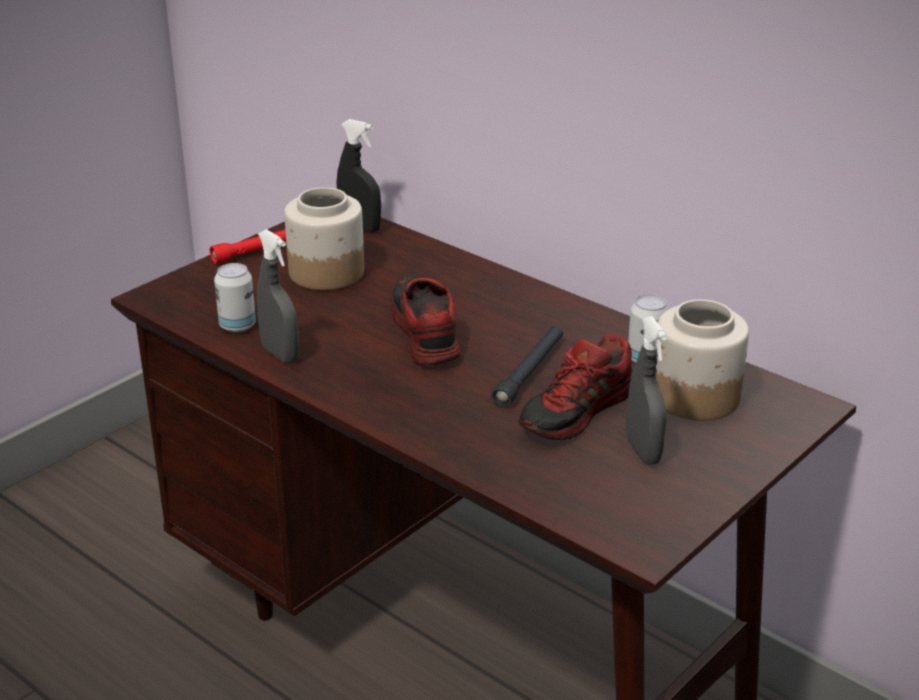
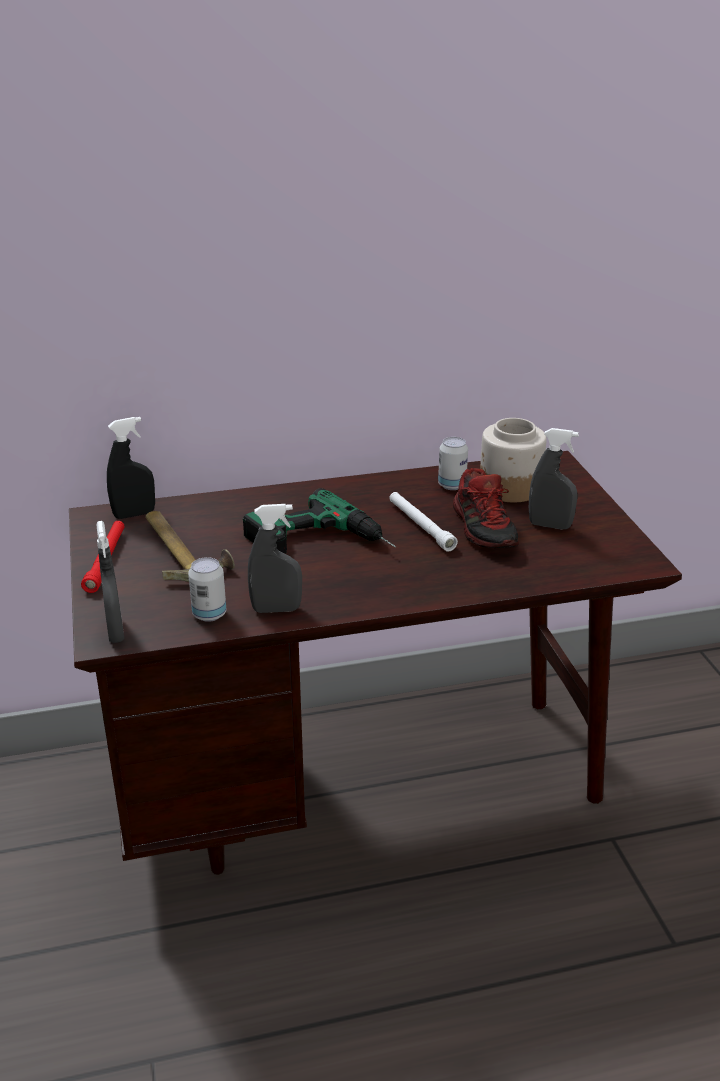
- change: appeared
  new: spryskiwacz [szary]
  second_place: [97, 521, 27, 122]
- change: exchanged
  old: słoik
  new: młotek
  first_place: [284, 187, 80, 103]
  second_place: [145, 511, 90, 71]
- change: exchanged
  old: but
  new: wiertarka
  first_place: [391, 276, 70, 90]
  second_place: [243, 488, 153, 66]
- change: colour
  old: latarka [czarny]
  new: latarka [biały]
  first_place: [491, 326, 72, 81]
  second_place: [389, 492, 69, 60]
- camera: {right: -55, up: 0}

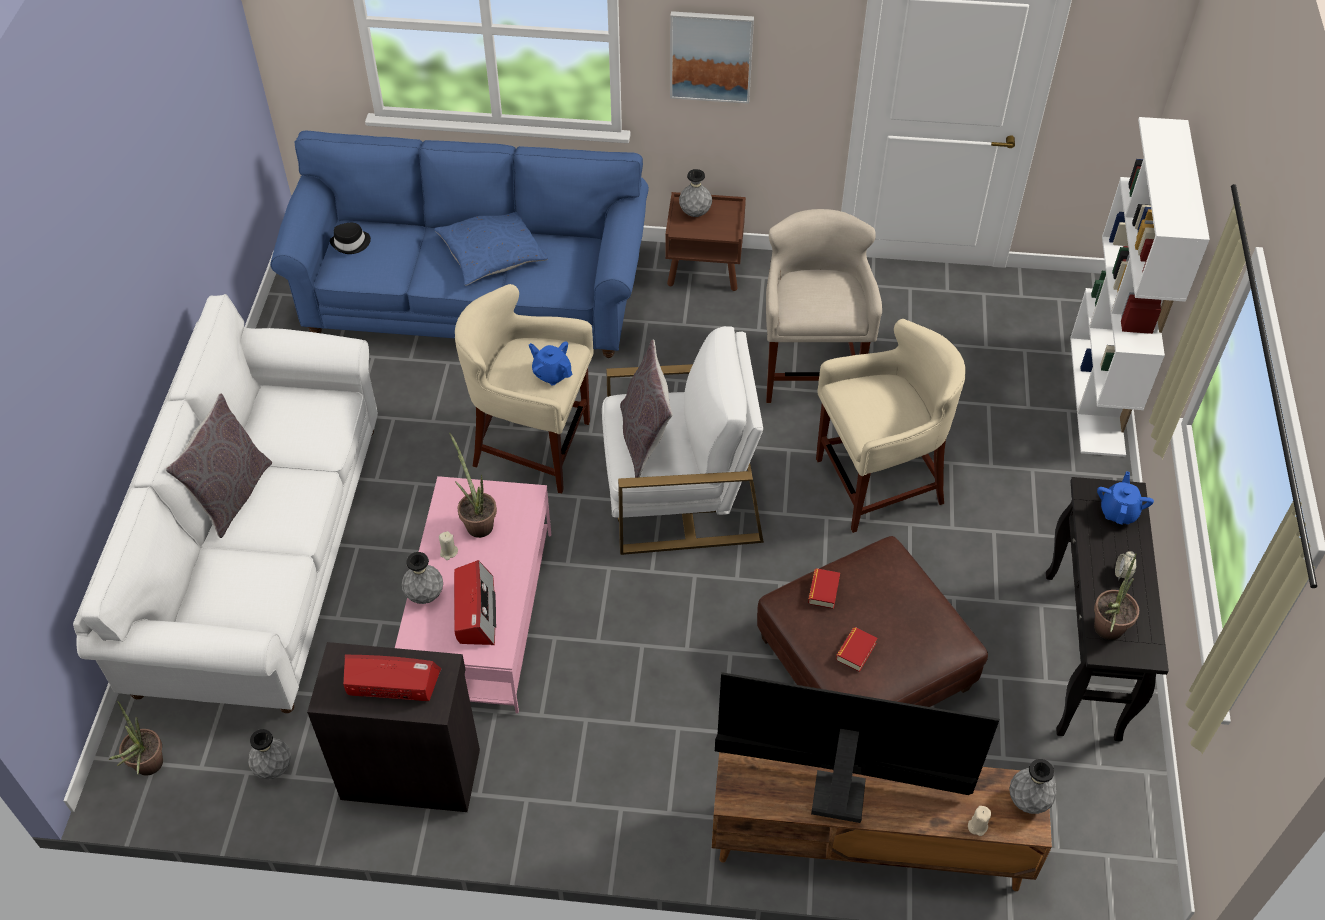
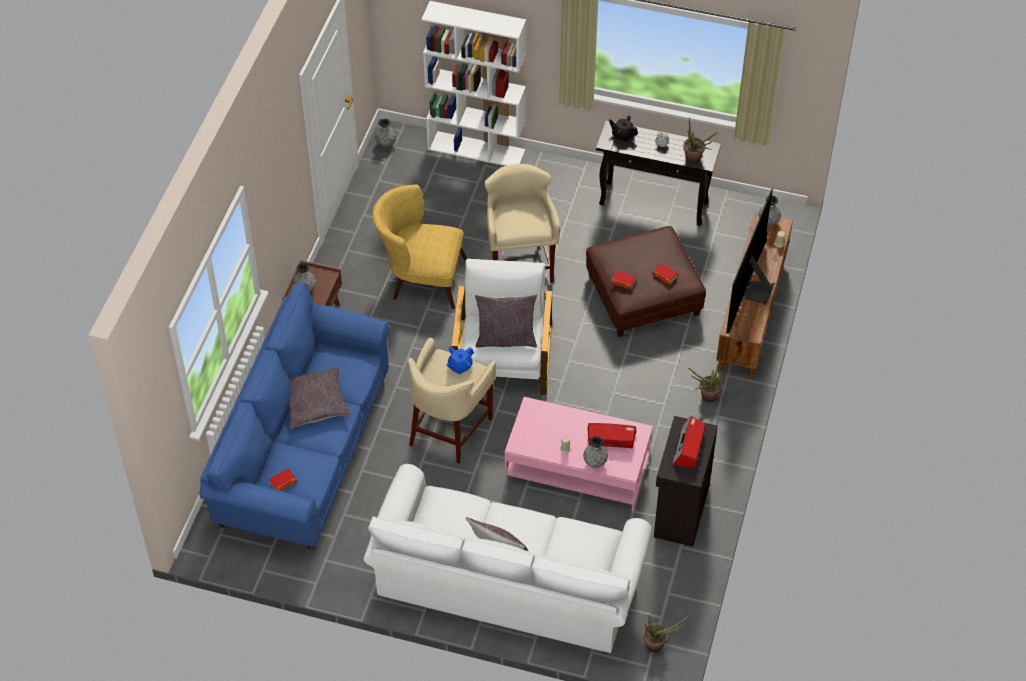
- change: exchanged
  old: kapelusz [czarny]
  new: książka
  first_place: [330, 223, 41, 31]
  second_place: [269, 468, 28, 23]
- change: colour
  old: poduszka [niebieski]
  new: poduszka [szary]
  first_place: [434, 211, 114, 75]
  second_place: [289, 367, 63, 62]
- change: exchanged
  old: stołek [beżowy]
  new: fotel [żółty]
  first_place: [766, 209, 116, 194]
  second_place: [372, 185, 95, 124]
- change: relocated
  old: wazon [szary]
  first_place: [248, 729, 43, 50]
  second_place: [375, 118, 21, 29]
- change: colour
  old: imbryk [niebieski]
  new: imbryk [czarny]
  first_place: [1097, 471, 57, 53]
  second_place: [609, 115, 29, 27]
- change: relocated
  old: roślina doniczkowa
  first_place: [449, 433, 48, 105]
  second_place: [688, 358, 34, 44]
- change: missing
  old: obraz
  first_place: [670, 11, 84, 93]
- camera: {right: -80, up: 0}

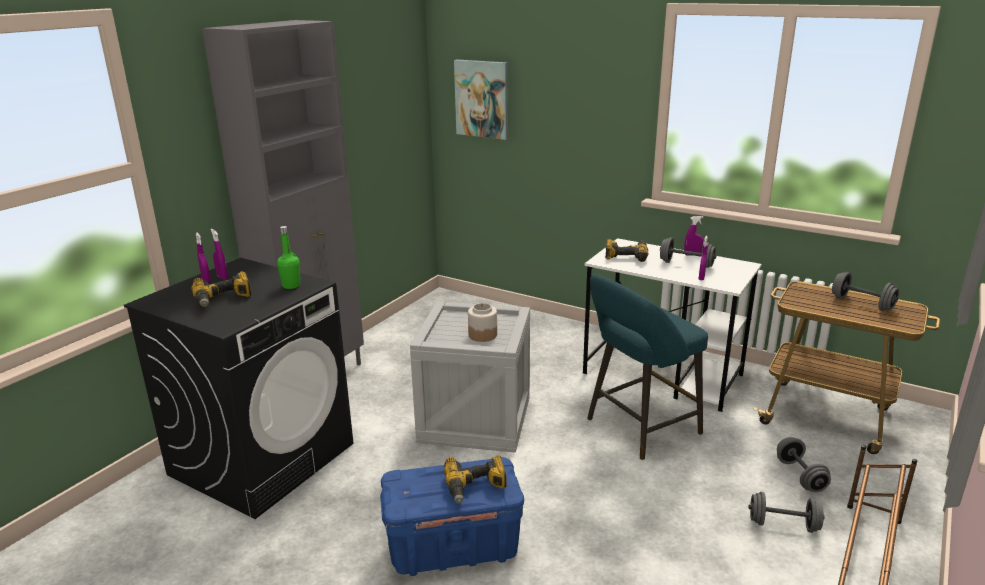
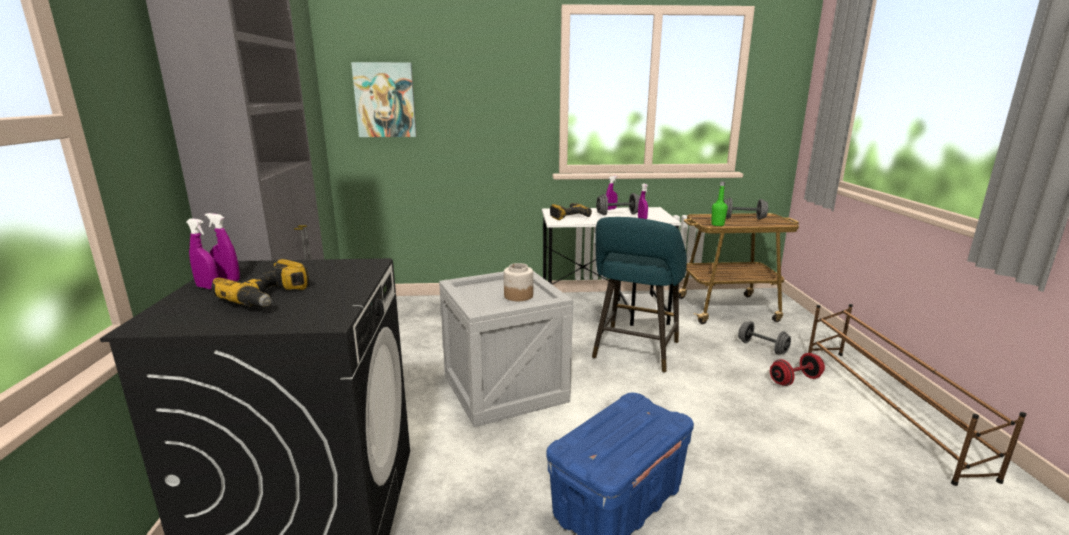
- change: relocated
  old: butelka [zielony]
  first_place: [277, 226, 23, 63]
  second_place: [711, 182, 17, 44]
- change: colour
  old: hantel [szary]
  new: hantel [czerwony]
  first_place: [749, 492, 75, 41]
  second_place: [770, 353, 55, 33]
- change: missing
  old: wiertarka
  first_place: [444, 455, 63, 48]
- camera: {right: -35, up: -5}

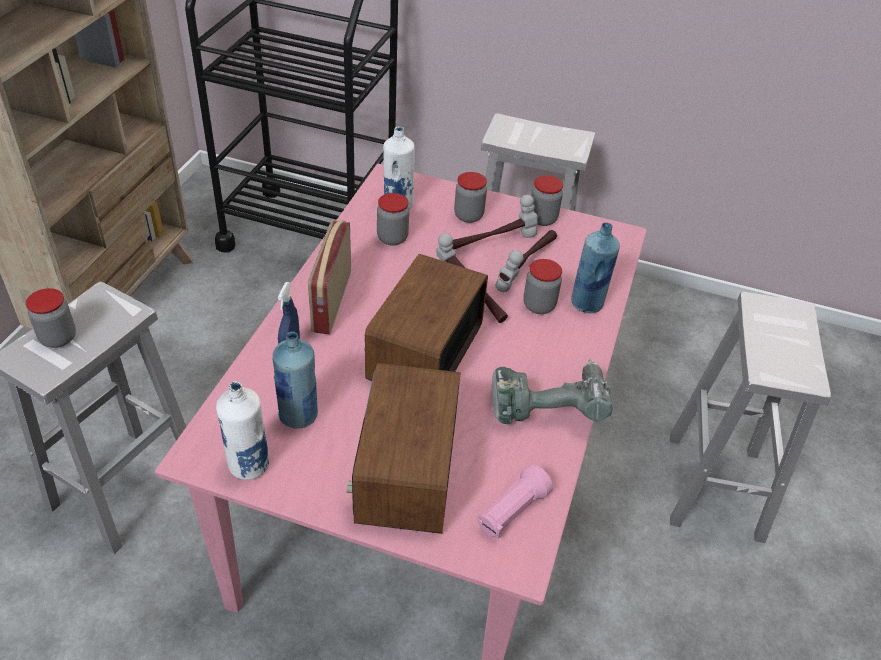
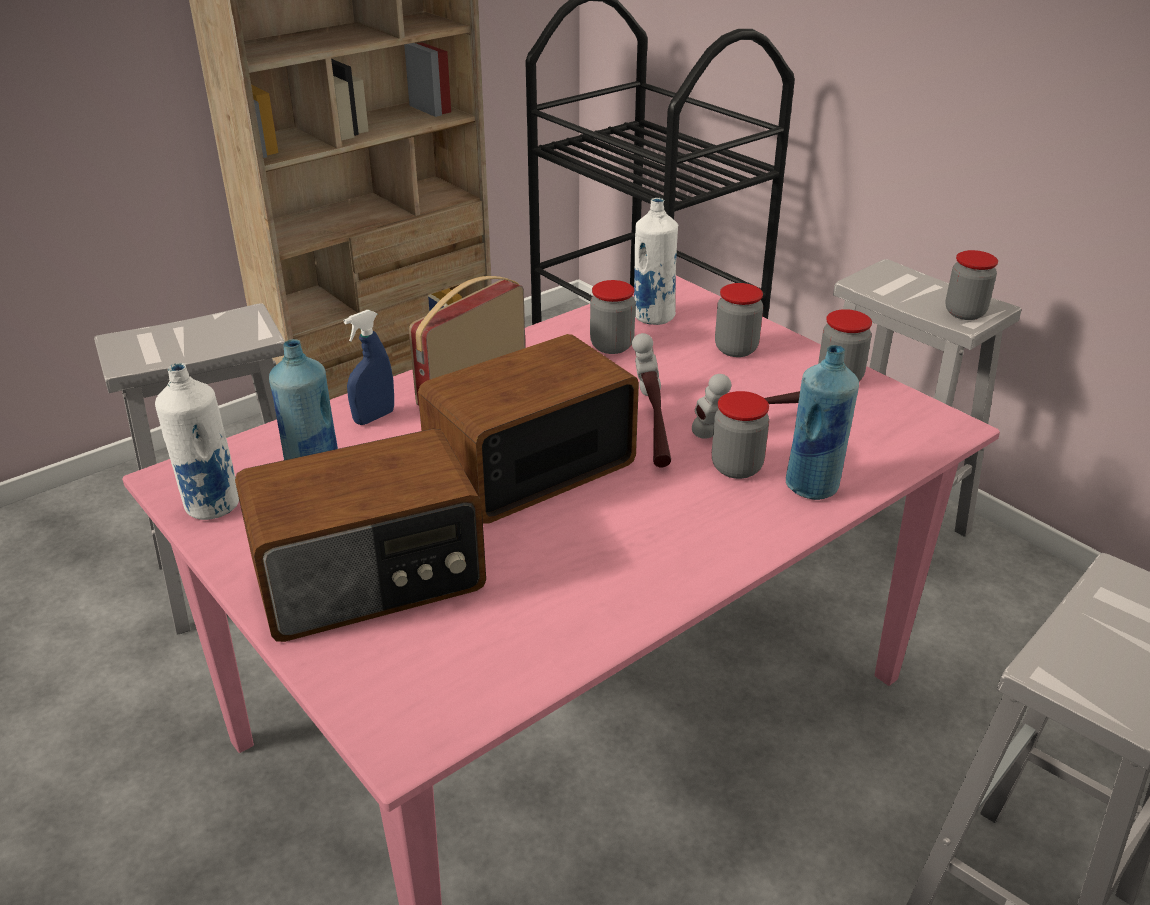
- change: spun
  old: radio
  first_place: [347, 363, 114, 171]
  second_place: [235, 429, 251, 213]
  degrees: -150
- change: relocated
  old: słoik
  first_place: [26, 288, 50, 60]
  second_place: [945, 250, 53, 70]
- change: missing
  old: młotek
  first_place: [452, 195, 86, 54]
- change: missing
  old: latarka [różowy]
  first_place: [478, 465, 75, 74]
- change: missing
  old: wiertarka
  first_place: [492, 358, 120, 66]
- camera: {right: 35, up: -10}

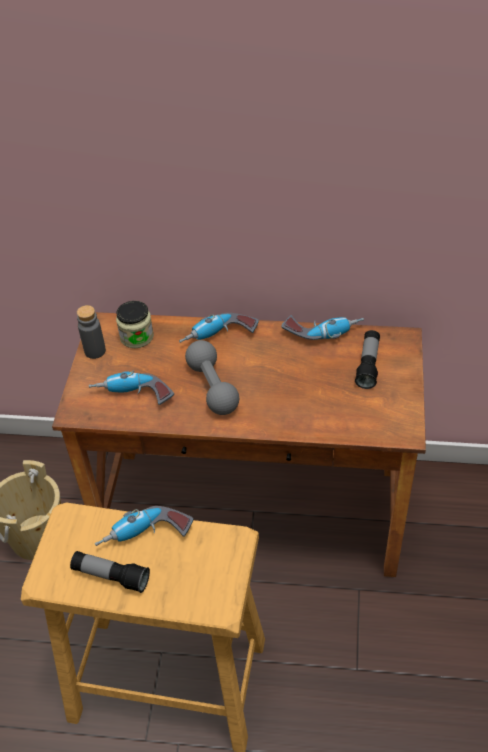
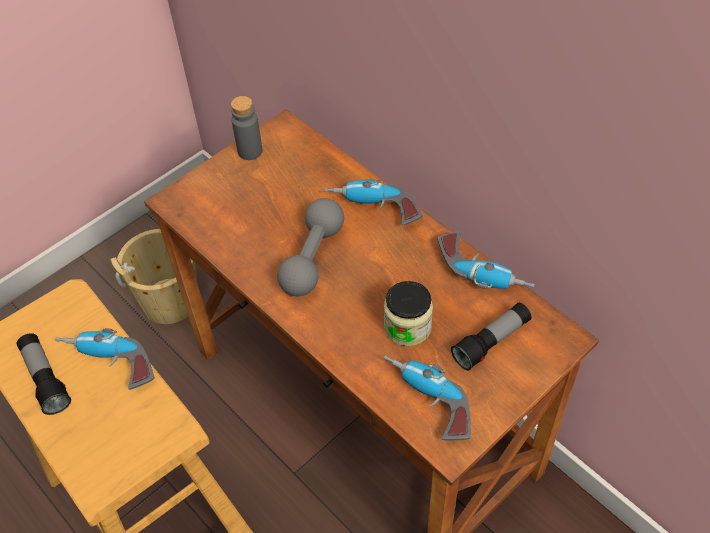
- change: relocated
  old: słoik
  first_place: [116, 301, 38, 47]
  second_place: [384, 281, 49, 65]
- change: relocated
  old: wiertarka
  first_place: [89, 371, 85, 34]
  second_place: [384, 355, 87, 85]
- camera: {right: 40, up: 5}

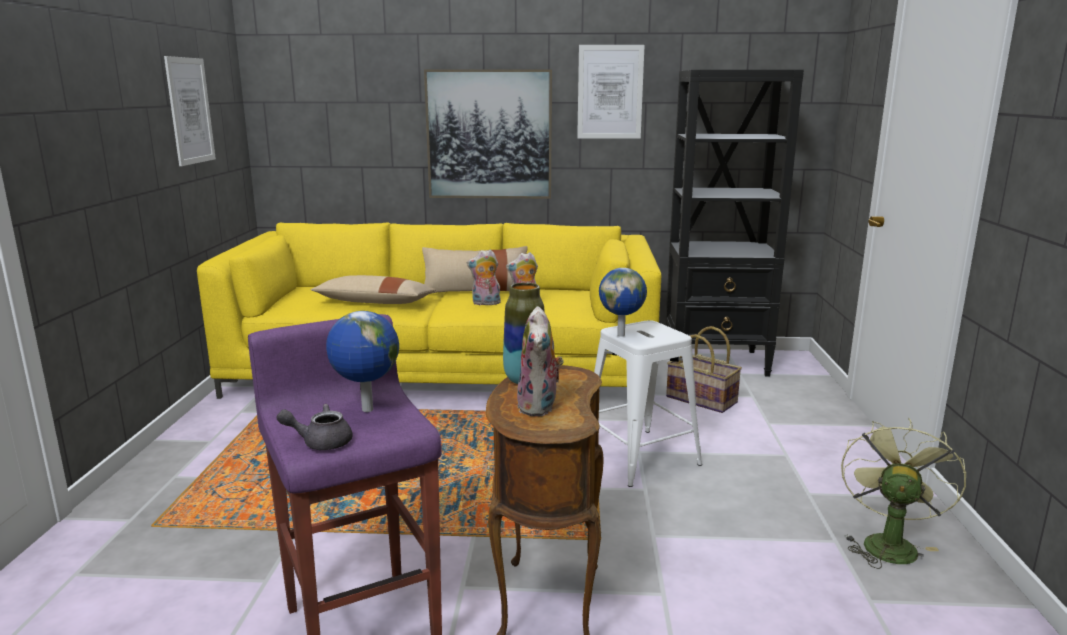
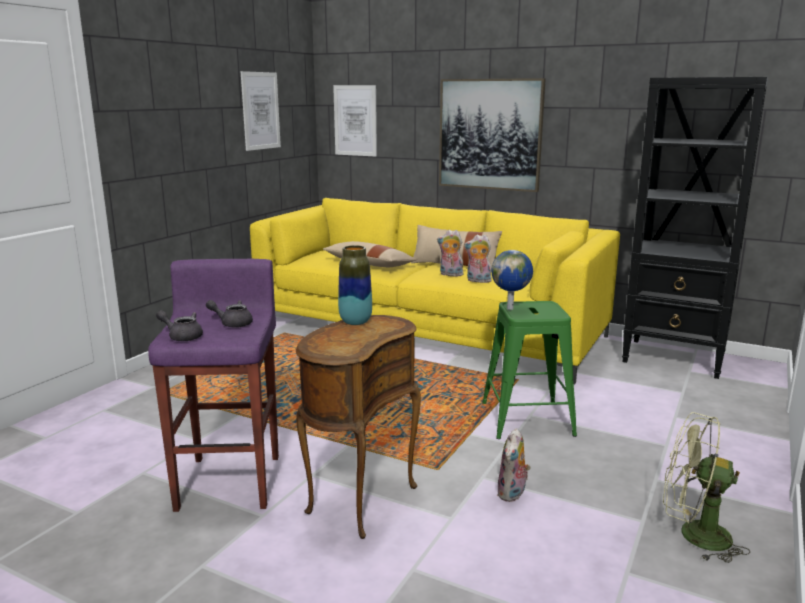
- change: exchanged
  old: globus
  new: imbryk [szary]
  first_place: [326, 311, 73, 101]
  second_place: [206, 300, 47, 28]
- change: relocated
  old: obraz
  first_place: [577, 45, 68, 94]
  second_place: [333, 85, 44, 72]
- change: colour
  old: stołek [biały]
  new: stołek [zielony]
  first_place: [594, 320, 108, 167]
  second_place: [482, 301, 95, 138]
- change: relocated
  old: pluszak
  first_place: [517, 306, 47, 110]
  second_place: [497, 428, 34, 74]
- change: spun
  old: wentylator [zielony]
  first_place: [841, 418, 125, 151]
  second_place: [663, 412, 87, 151]
  degrees: -120
- change: missing
  old: koszyk
  first_place: [666, 326, 76, 87]
- camera: {right: 25, up: 0}

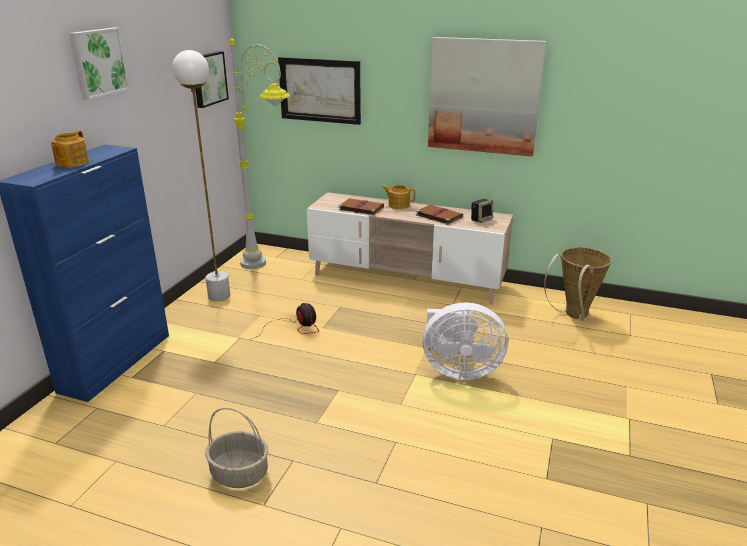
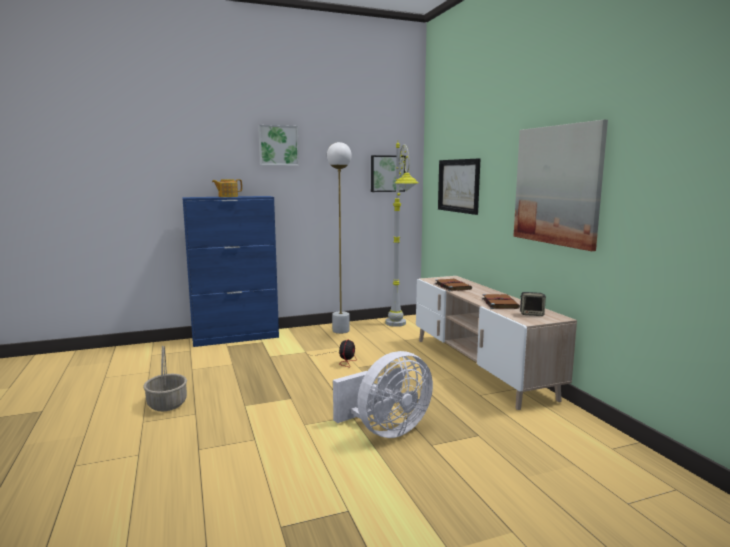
- change: spun
  old: wentylator [biały]
  first_place: [422, 303, 86, 77]
  second_place: [333, 351, 100, 87]
  degrees: -90
- change: missing
  old: imbryk
  first_place: [383, 185, 32, 24]
- change: missing
  old: koszyk
  first_place: [544, 247, 68, 74]
- camera: {right: 50, up: -15}

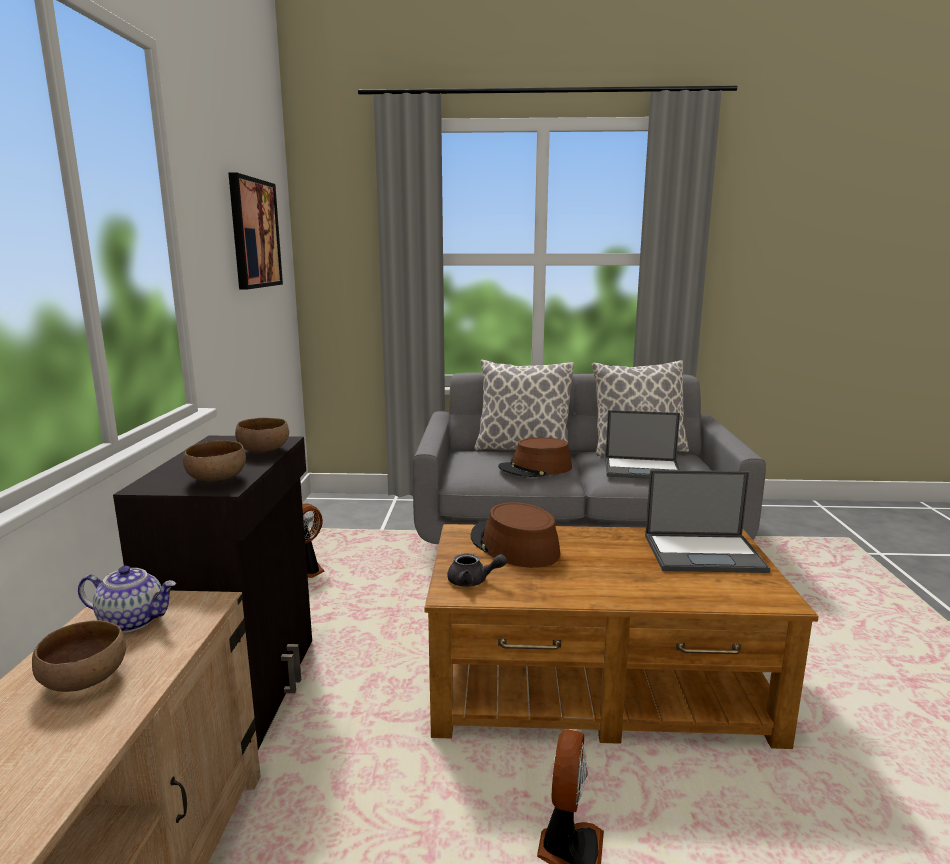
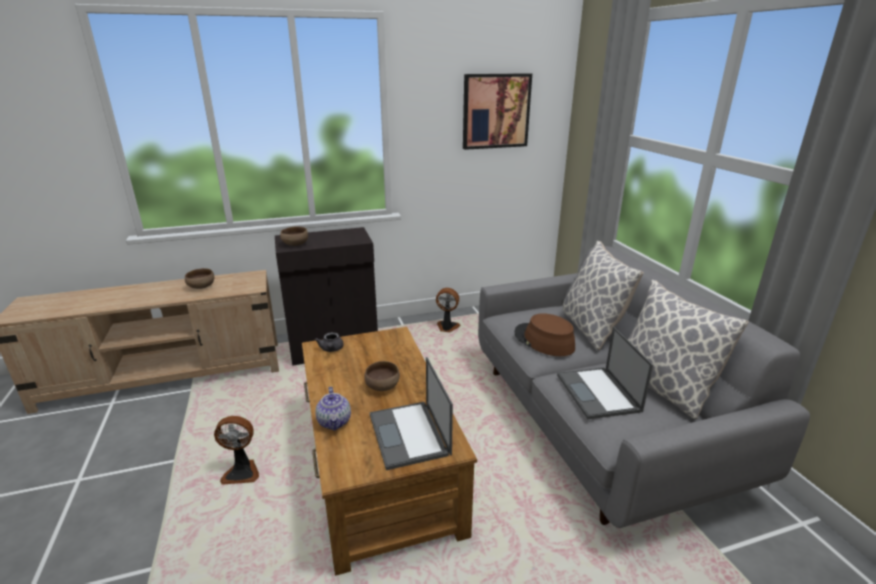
- change: relocated
  old: imbryk
  first_place: [78, 566, 98, 67]
  second_place: [315, 387, 36, 44]
- change: relocated
  old: miska [brązowy]
  first_place: [235, 418, 54, 35]
  second_place: [364, 361, 36, 30]
- change: missing
  old: kapelusz [brązowy]
  first_place: [471, 502, 89, 66]
- camera: {right: 70, up: 10}

